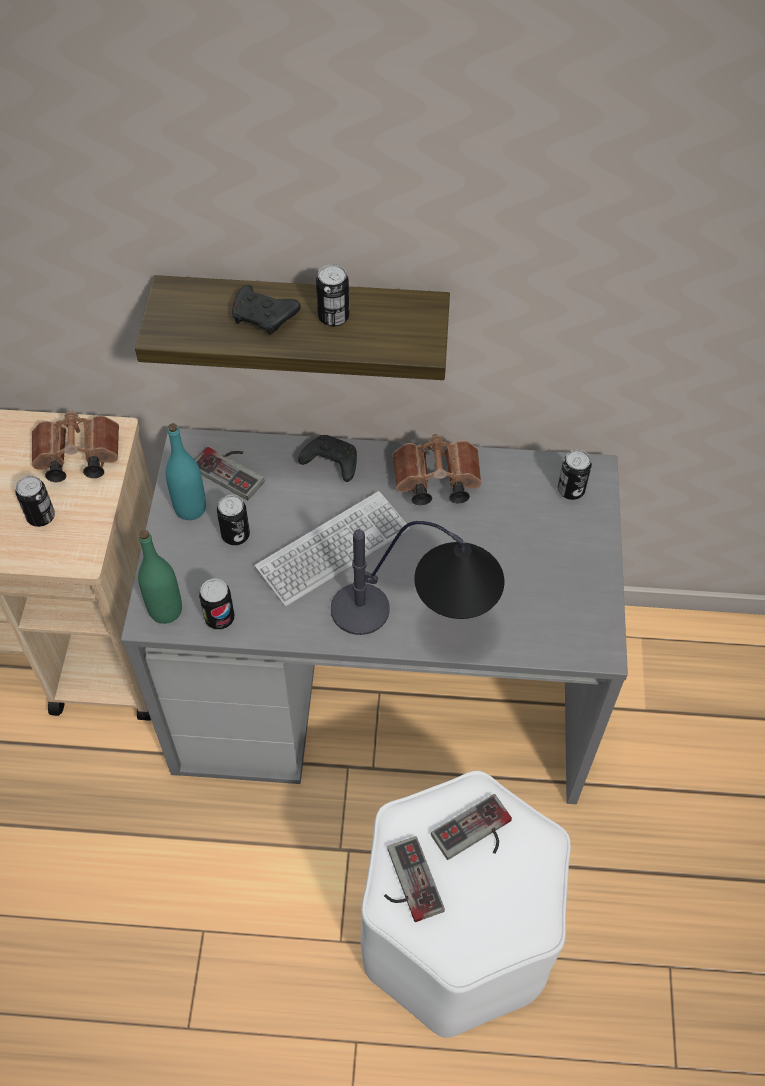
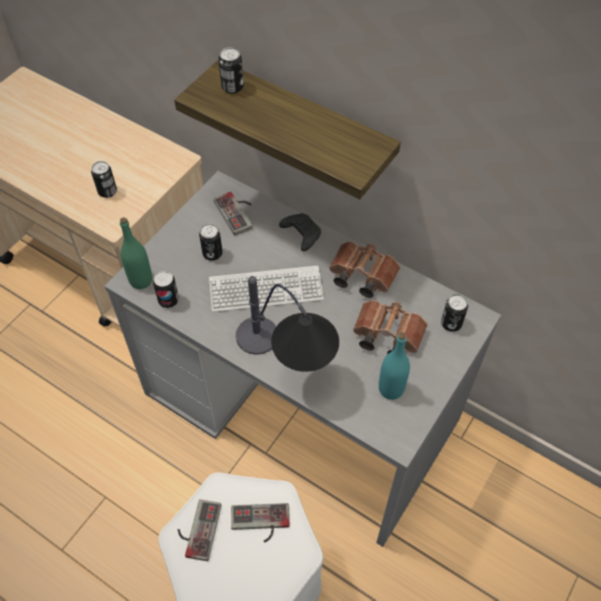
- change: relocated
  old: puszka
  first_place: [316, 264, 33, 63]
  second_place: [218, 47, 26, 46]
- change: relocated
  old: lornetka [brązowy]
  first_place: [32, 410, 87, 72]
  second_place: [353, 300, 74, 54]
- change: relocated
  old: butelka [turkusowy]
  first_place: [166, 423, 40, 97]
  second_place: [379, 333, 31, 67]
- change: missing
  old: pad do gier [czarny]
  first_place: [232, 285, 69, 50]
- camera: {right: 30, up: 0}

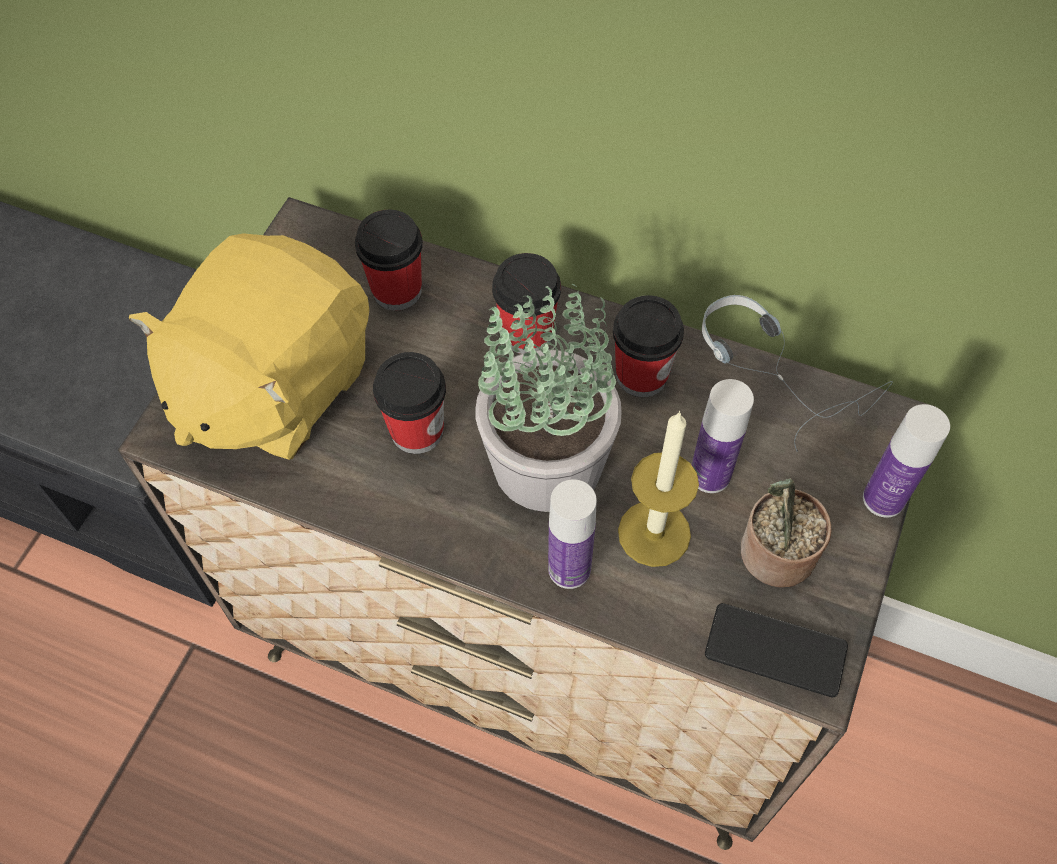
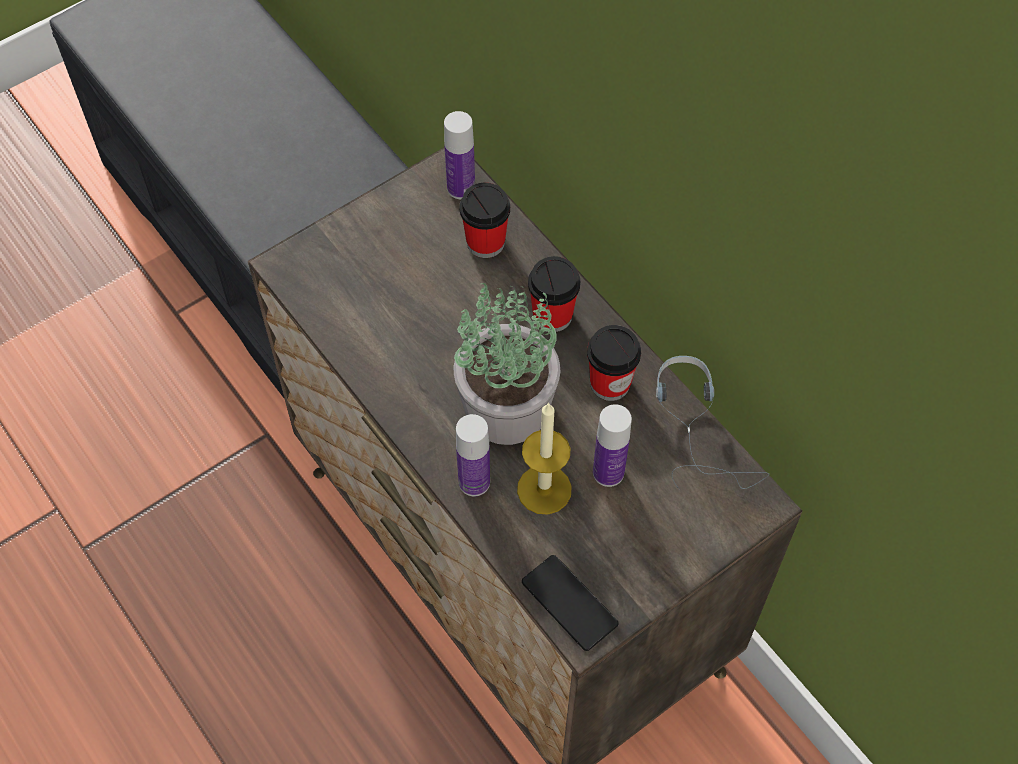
- change: relocated
  old: butelka
  first_place: [863, 404, 87, 114]
  second_place: [444, 111, 31, 88]
- change: missing
  old: pluszak [żółty]
  first_place: [129, 233, 240, 227]
- change: missing
  old: filiżanka
  first_place: [373, 352, 73, 102]
- change: missing
  old: roślina doniczkowa
  first_place: [741, 478, 90, 110]
- camera: {right: 30, up: 0}

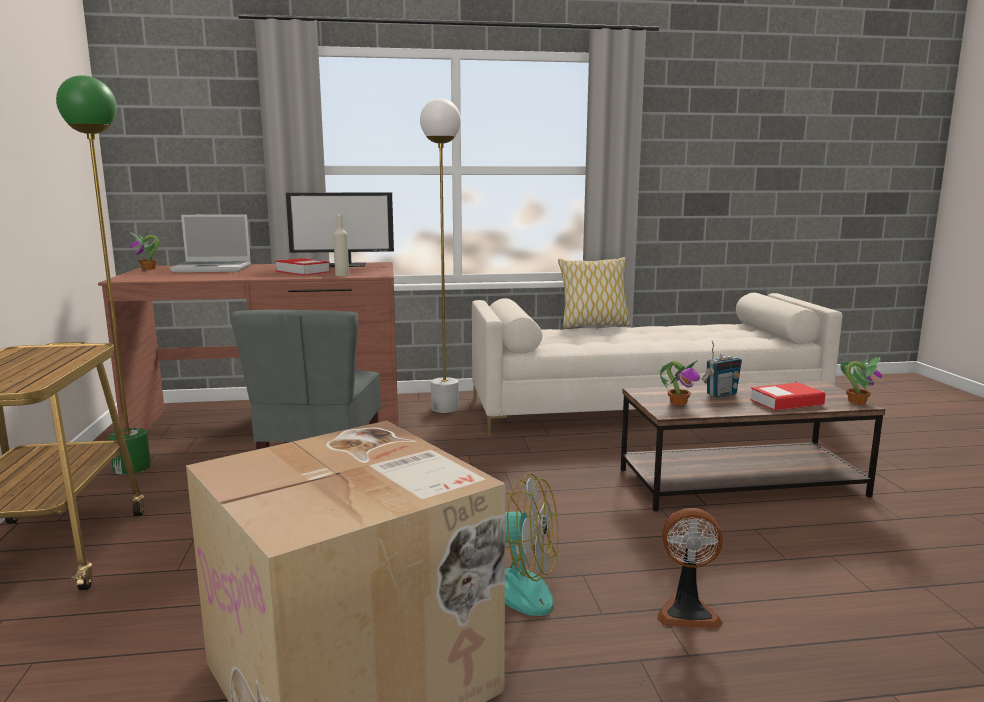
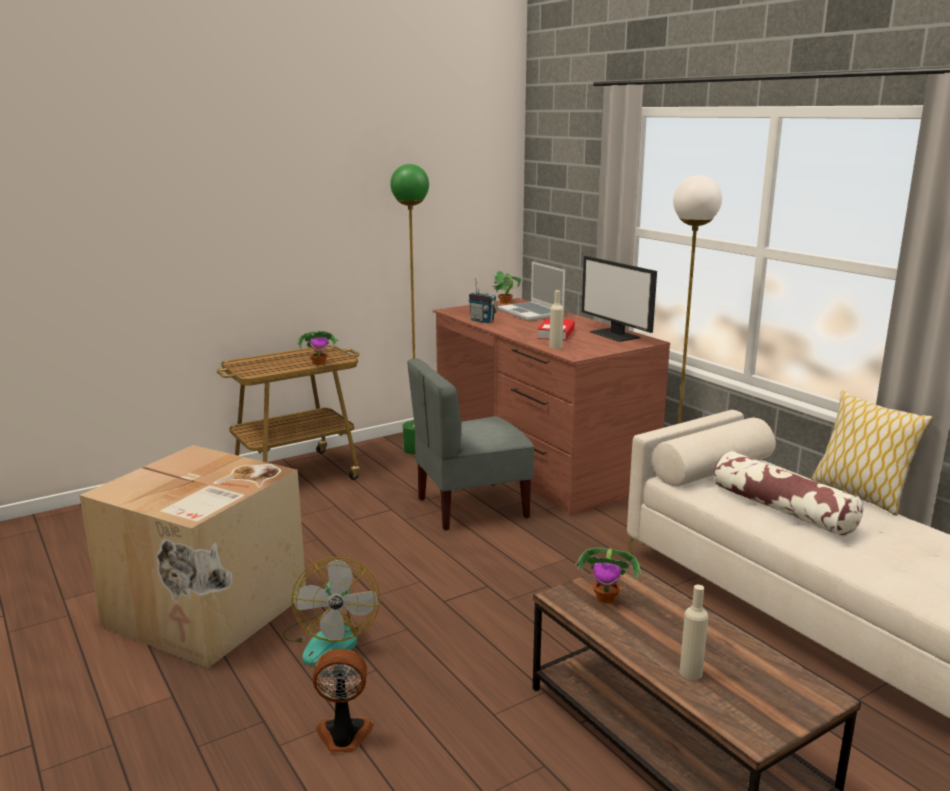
- change: relocated
  old: roślina doniczkowa
  first_place: [841, 357, 41, 47]
  second_place: [297, 331, 42, 34]
- change: spun
  old: wentylator
  first_place: [657, 508, 66, 120]
  second_place: [313, 649, 61, 104]
  degrees: 105
- change: relocated
  old: radio
  first_place: [702, 340, 40, 58]
  second_place: [468, 278, 30, 45]
- change: exchanged
  old: książka
  new: butelka [beżowy]
  first_place: [750, 383, 75, 28]
  second_place: [679, 585, 29, 95]
- change: appeared
  new: poduszka
  second_place: [714, 451, 149, 86]
- camera: {right: 65, up: 5}

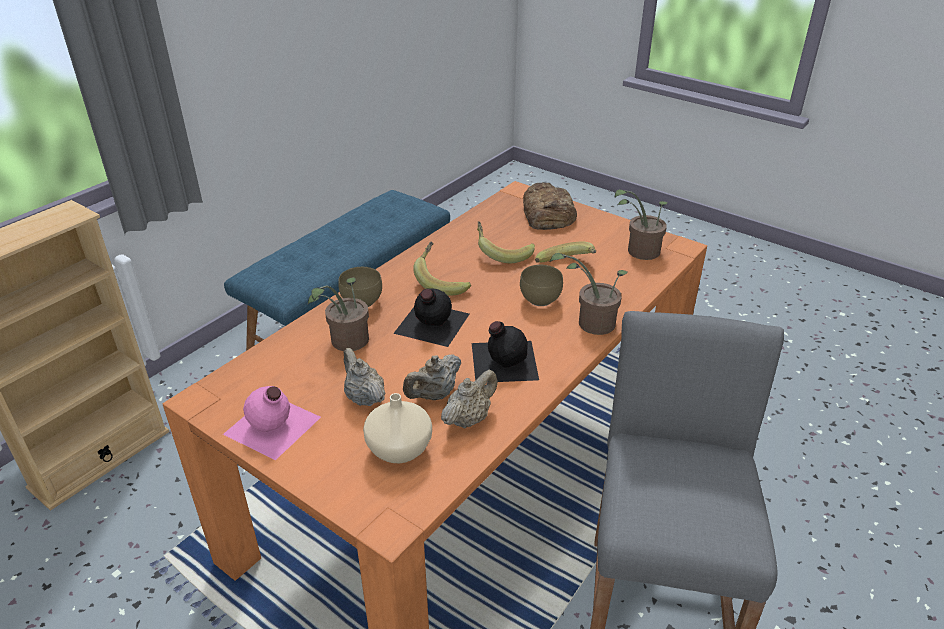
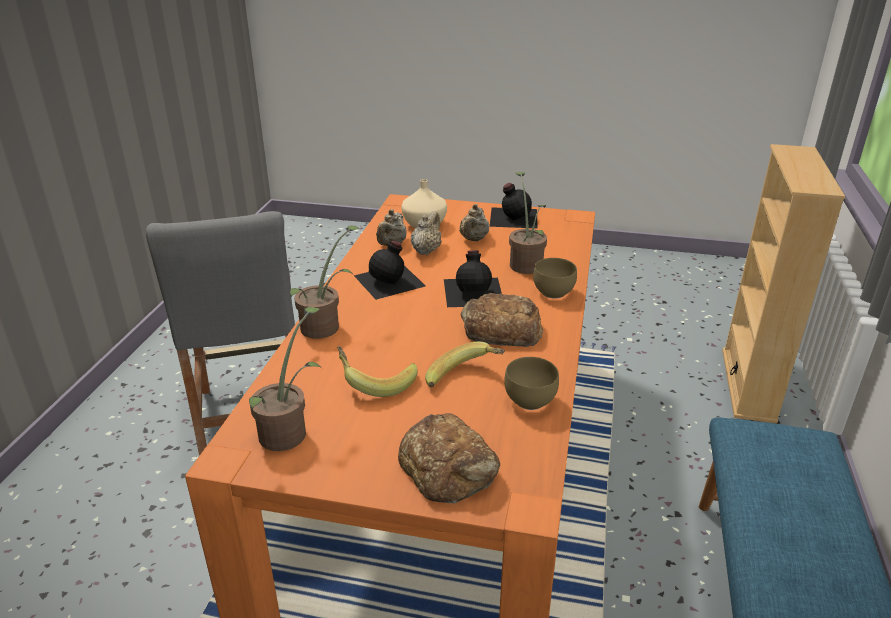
- change: spun
  old: imbryk [beżowy]
  first_place: [344, 348, 41, 58]
  second_place: [459, 204, 30, 37]
  degrees: 75
- change: exchanged
  old: banan
  new: chleb
  first_place: [413, 242, 58, 54]
  second_place: [461, 293, 83, 54]
- change: colour
  old: butelka [różowy]
  new: butelka [czarny]
  first_place: [223, 386, 98, 74]
  second_place: [490, 183, 48, 46]
- change: relocated
  old: miska [brązowy]
  first_place: [520, 265, 43, 41]
  second_place: [504, 357, 55, 53]
- camera: {right: 155, up: -5}

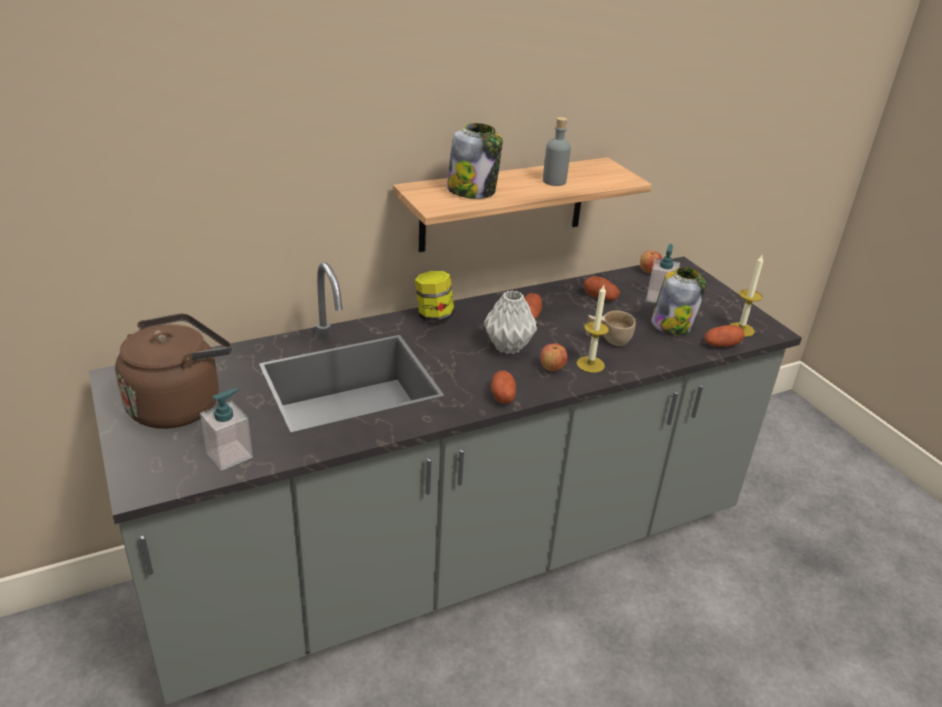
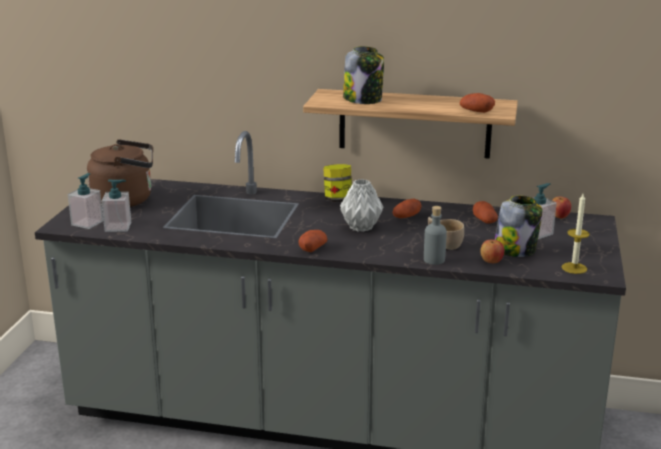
- change: appeared
  new: dozownik mydła
  second_place: [68, 173, 35, 56]
- change: relocated
  old: butelka [szary]
  first_place: [543, 117, 28, 69]
  second_place: [424, 206, 23, 59]
- change: relocated
  old: ziemniak
  first_place: [704, 325, 40, 22]
  second_place: [460, 93, 35, 20]
- change: relocated
  old: jabłko
  first_place: [540, 343, 28, 28]
  second_place: [480, 240, 24, 23]
- change: missing
  old: świeca
  first_place: [577, 285, 32, 88]
- camera: {right: 40, up: -10}

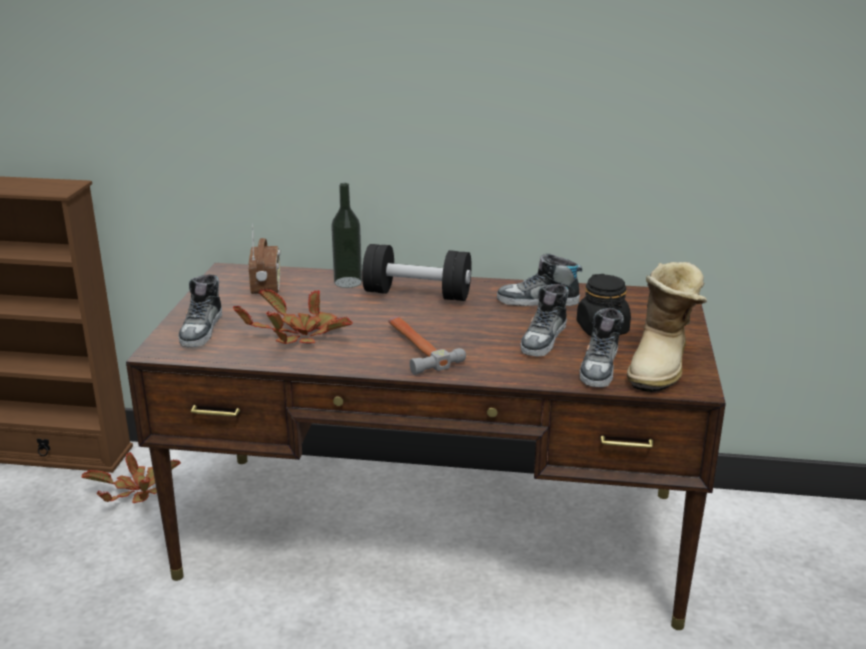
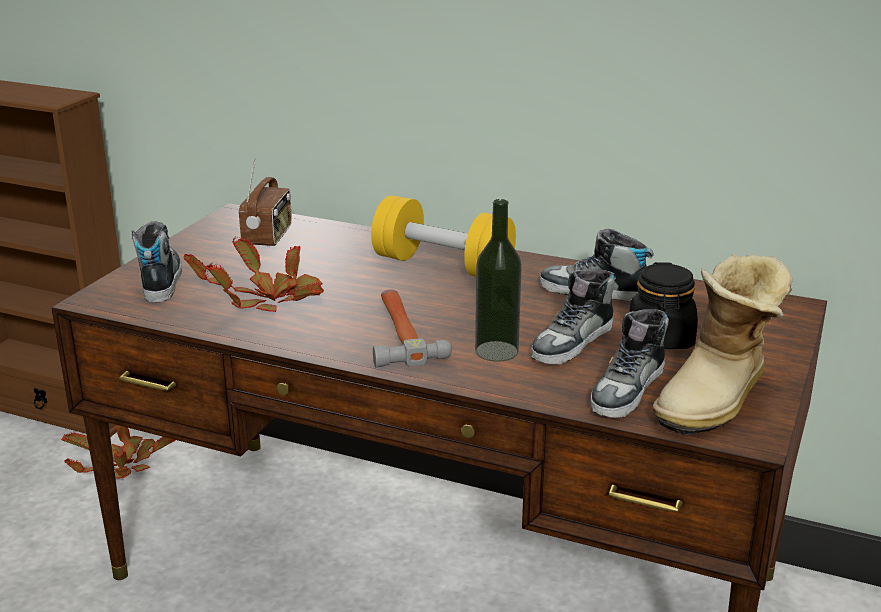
- change: spun
  old: but
  first_place: [179, 274, 43, 73]
  second_place: [132, 221, 50, 82]
  degrees: 150
- change: colour
  old: hantel [czarny]
  new: hantel [żółty]
  first_place: [362, 244, 110, 57]
  second_place: [371, 195, 145, 82]
- change: relocated
  old: butelka
  first_place: [331, 183, 31, 105]
  second_place: [475, 199, 47, 163]
- camera: {right: 15, up: 0}

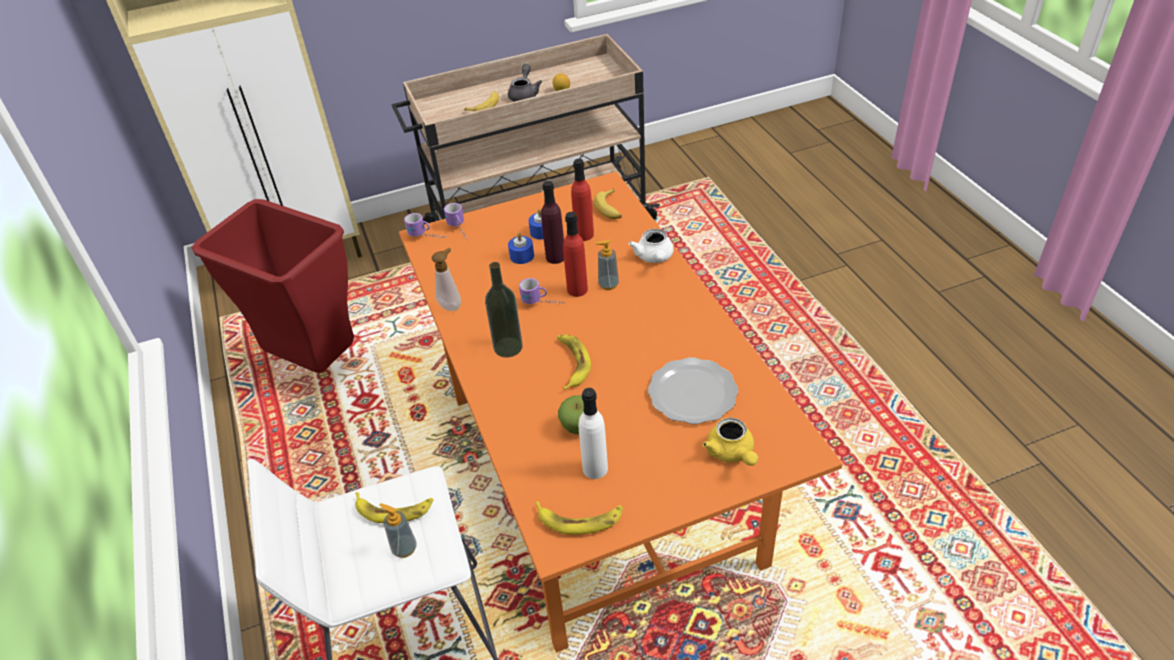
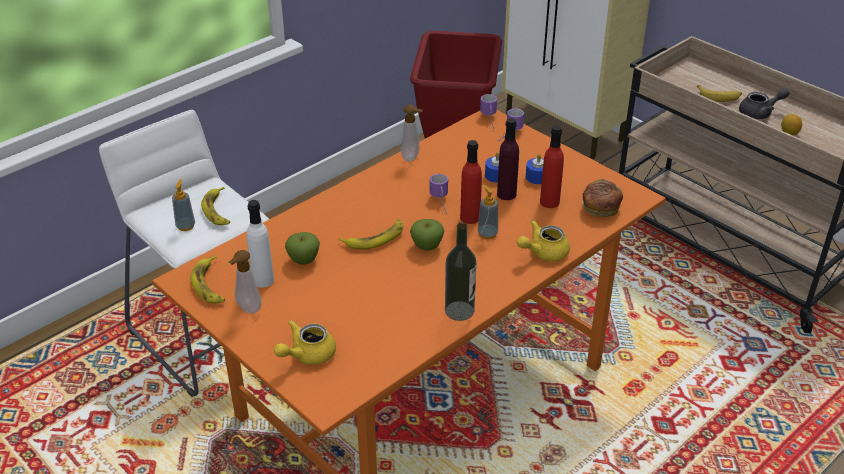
- change: appeared
  new: dozownik mydła
  second_place: [229, 250, 33, 63]
- change: appeared
  new: jabłko
  second_place: [410, 219, 34, 32]
- change: relocated
  old: butelka
  first_place: [485, 262, 38, 96]
  second_place: [445, 222, 32, 99]
- change: colour
  old: imbryk [biały]
  new: imbryk [żółty]
  first_place: [629, 229, 44, 34]
  second_place: [517, 220, 53, 41]
- change: exchanged
  old: banan
  new: chleb
  first_place: [594, 189, 28, 30]
  second_place: [582, 179, 41, 38]
- change: missing
  old: talerz
  first_place: [648, 358, 90, 66]
- camera: {right: 65, up: -5}

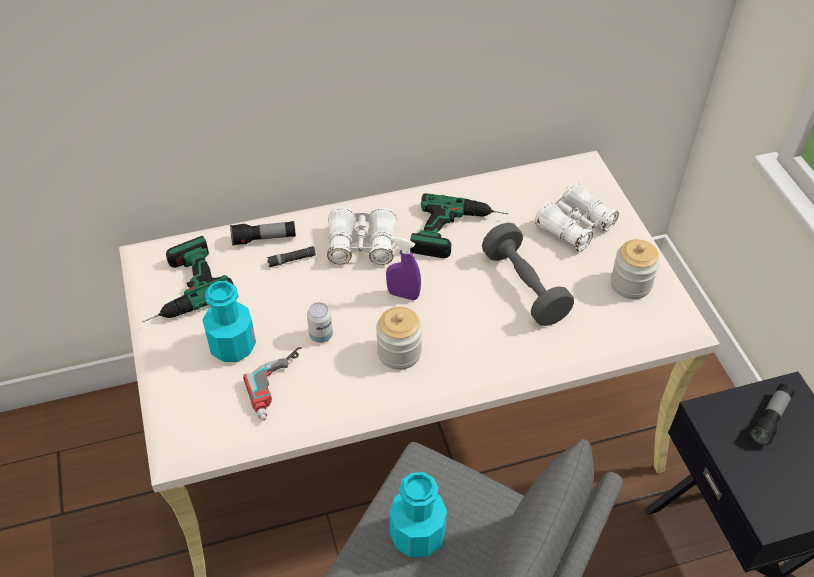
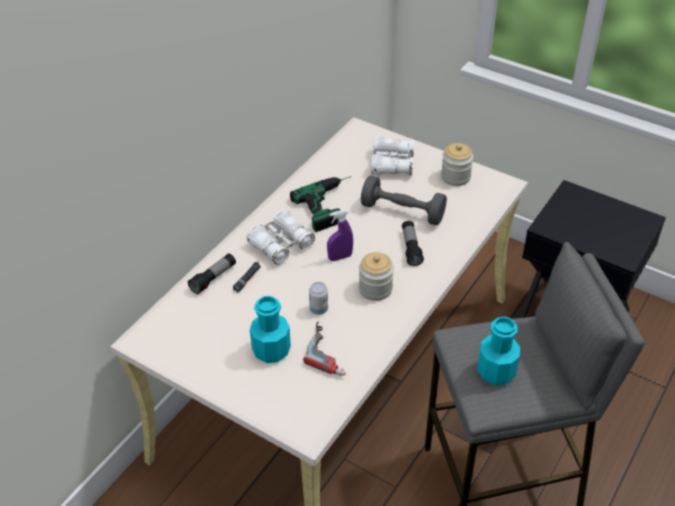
- change: relocated
  old: latarka
  first_place: [749, 383, 46, 62]
  second_place: [402, 221, 22, 45]
- change: missing
  old: wiertarka
  first_place: [143, 236, 91, 86]
- camera: {right: -40, up: -5}

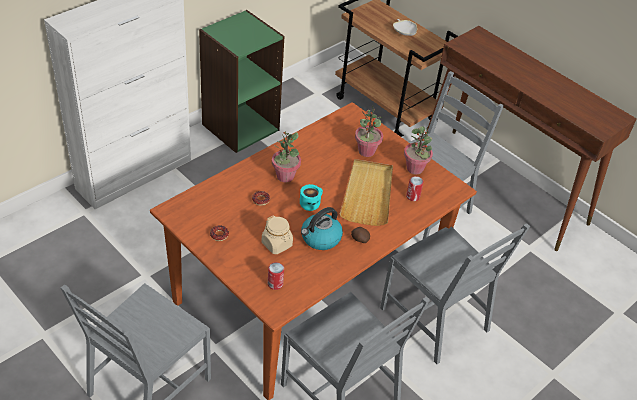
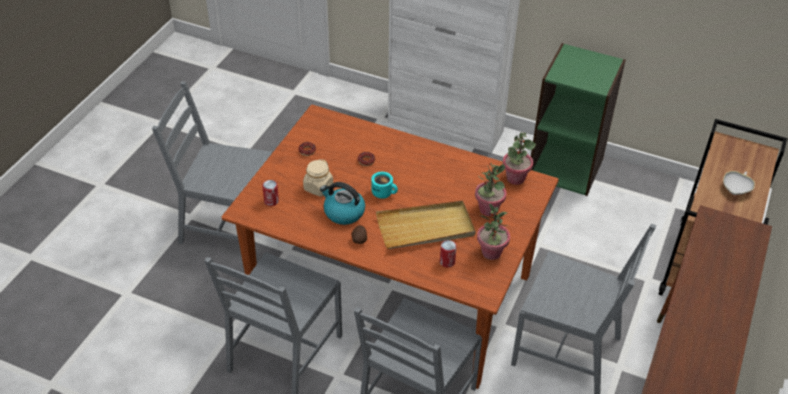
- change: relocated
  old: roślina doniczkowa
  first_place: [272, 131, 29, 52]
  second_place: [503, 132, 33, 53]
- camera: {right: 70, up: 0}

